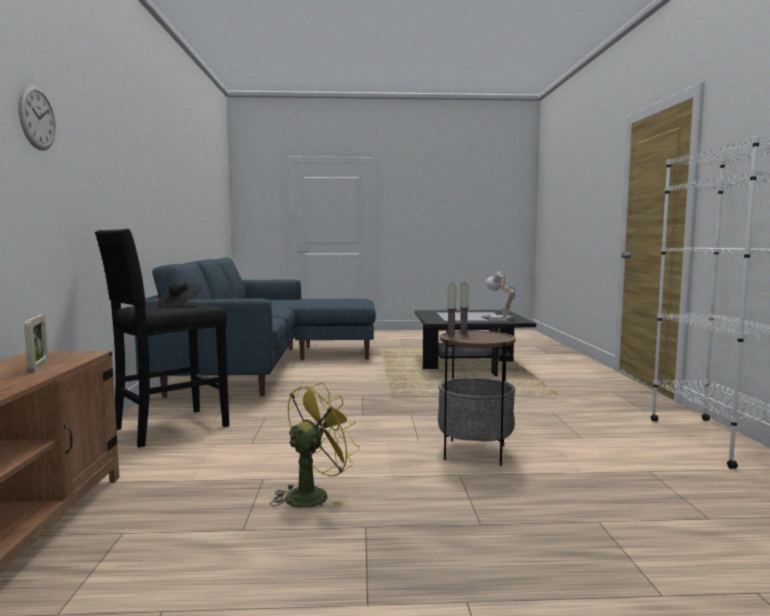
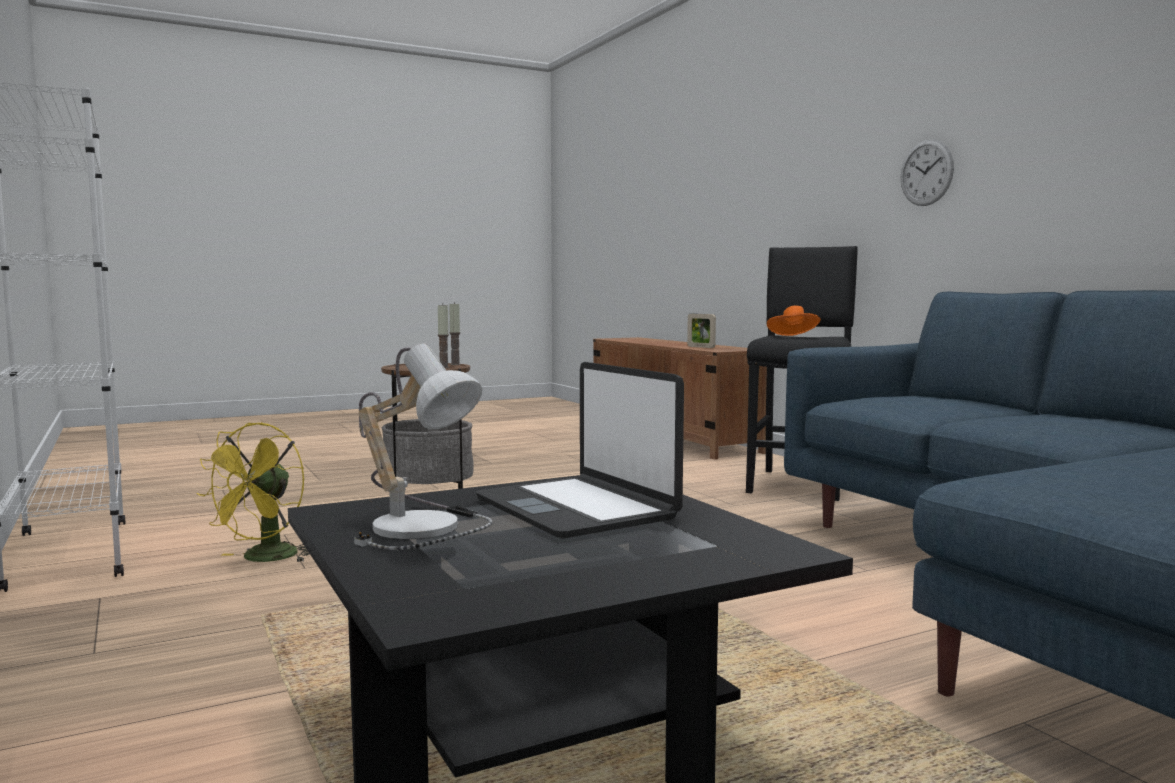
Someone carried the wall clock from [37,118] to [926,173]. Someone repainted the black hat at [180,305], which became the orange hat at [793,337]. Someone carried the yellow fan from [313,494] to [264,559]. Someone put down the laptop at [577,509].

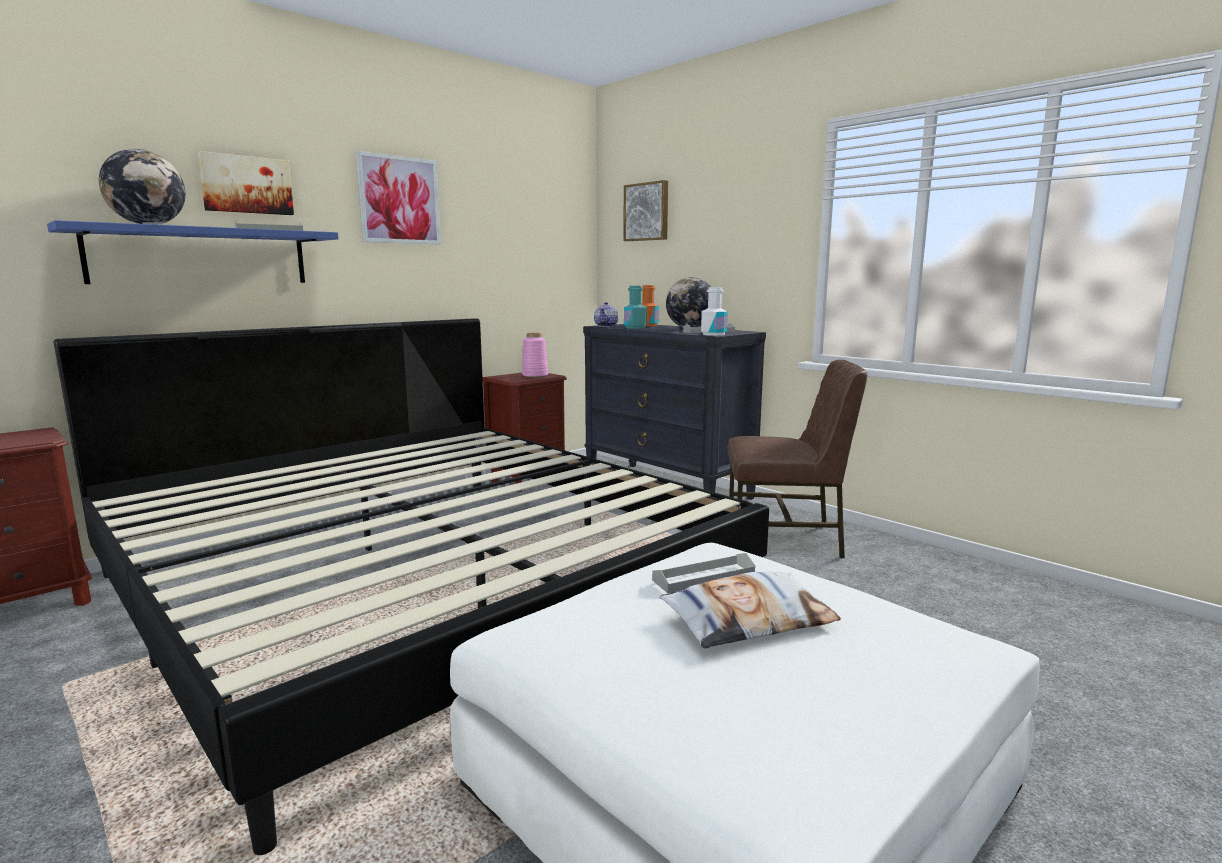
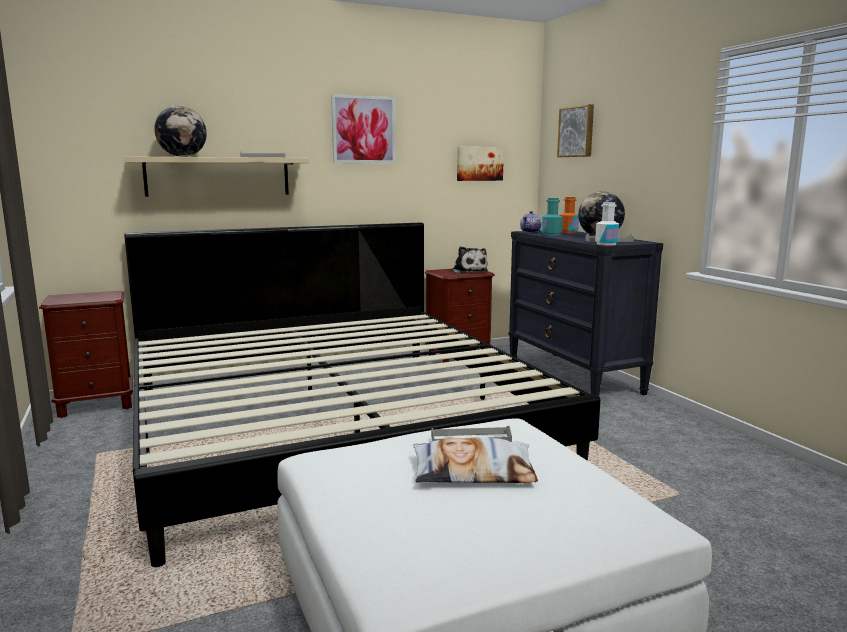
Someone carried the picture from [246,185] to [479,163]. Someone repainted the blue shelf at [201,256], which became the beige shelf at [218,176]. Someone swapped the pink vase at [535,375] for the plush toy at [468,271]. Someone took away the brown chair at [785,539].

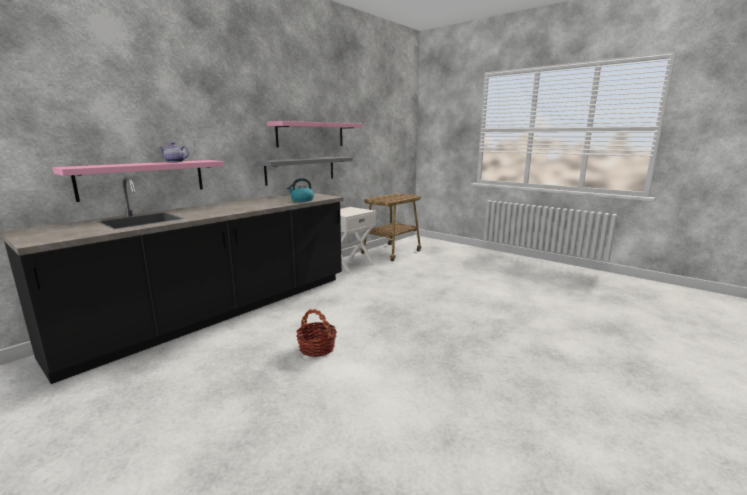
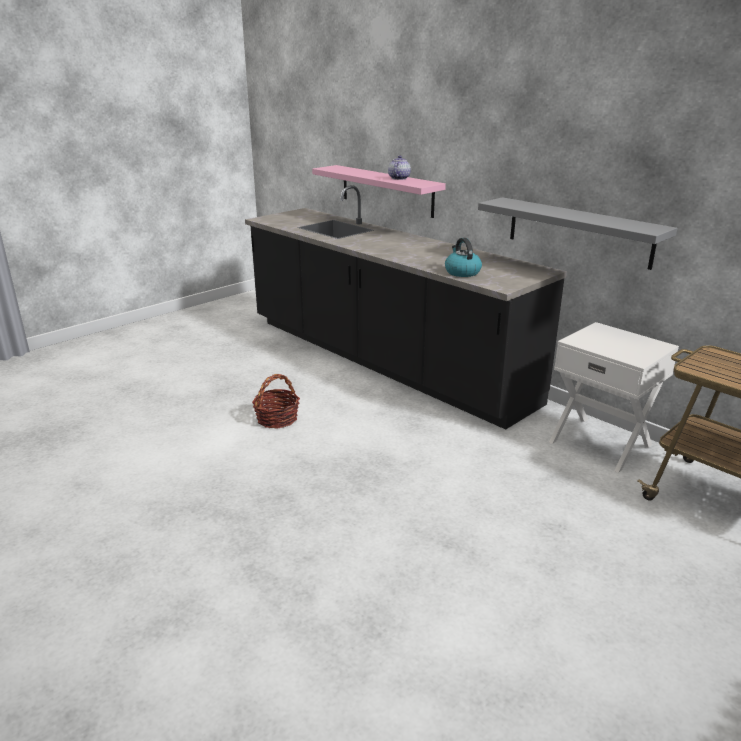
Someone took away the pink shelf at [311,134].

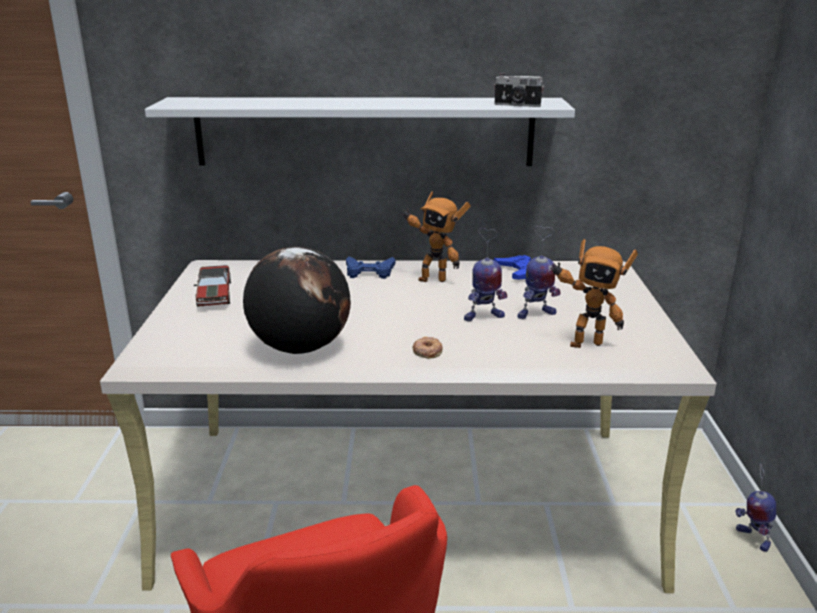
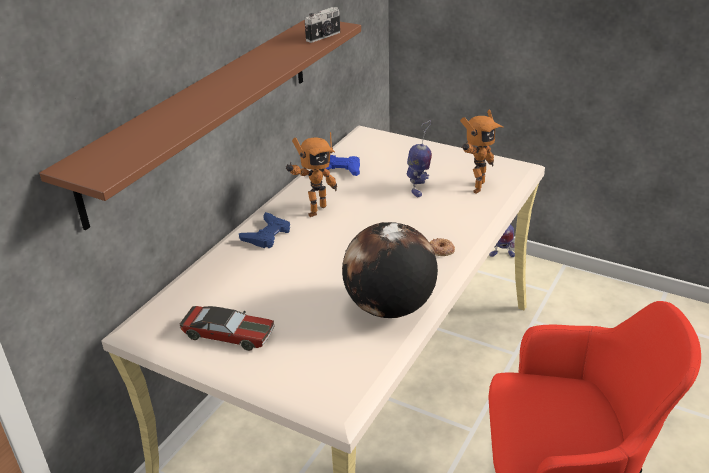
Someone repainted the white shelf at [364,132], which became the brown shelf at [204,112]. Someone took away the toy robot at [483,317].

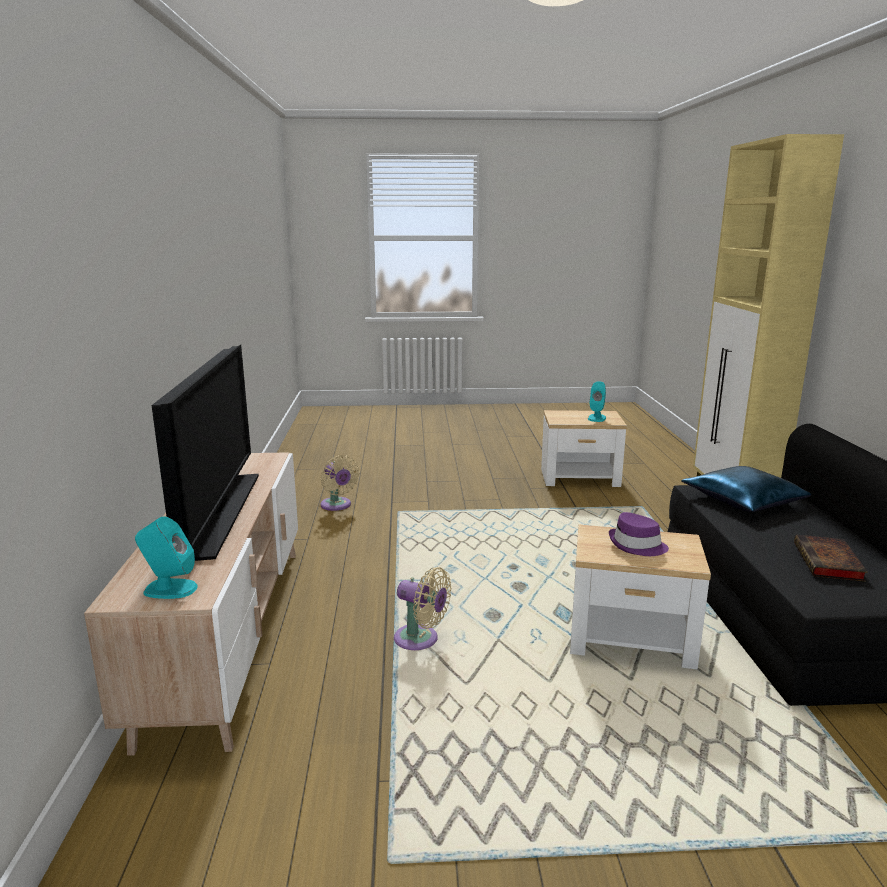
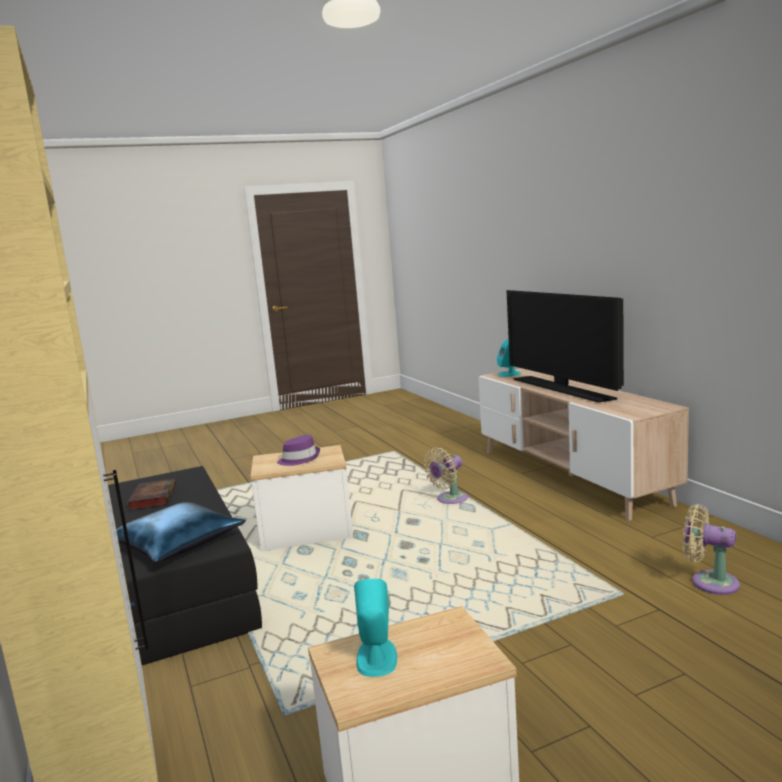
Someone rotated the beige fan at [420,640] by 45 degrees counterclockwise.

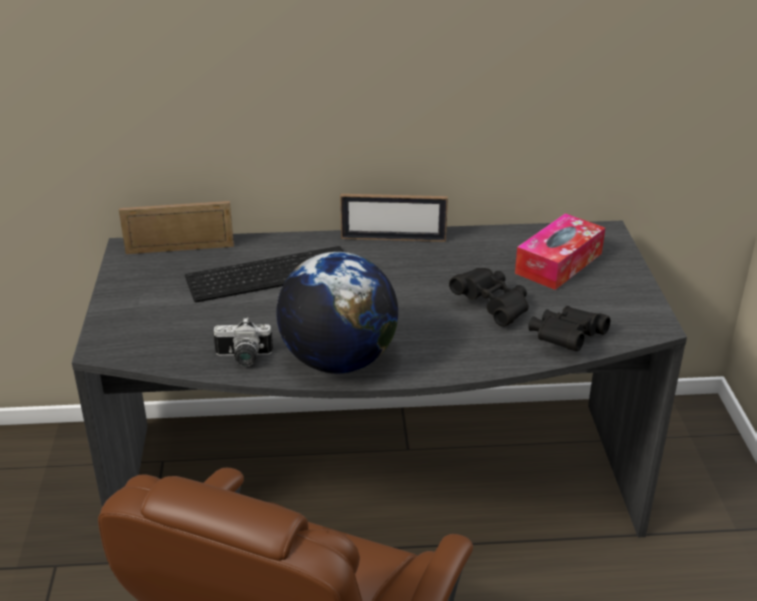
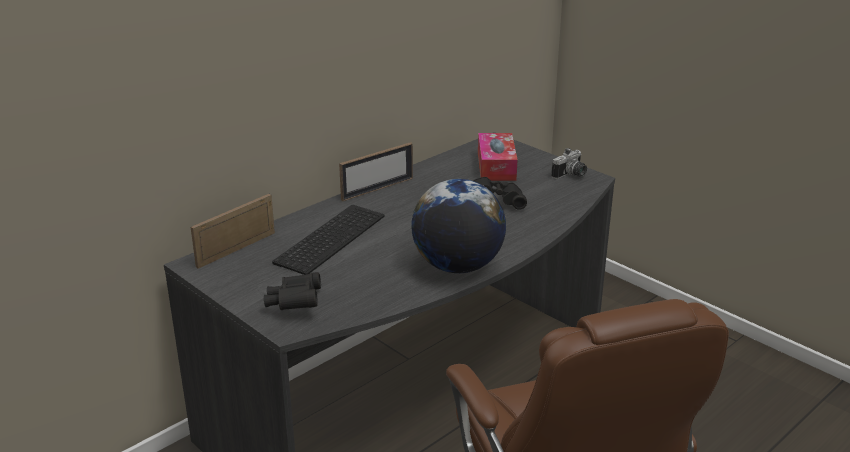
Someone carried the black binoculars from [566,340] to [295,304]. Someone carried the photo camera from [243,358] to [571,175].

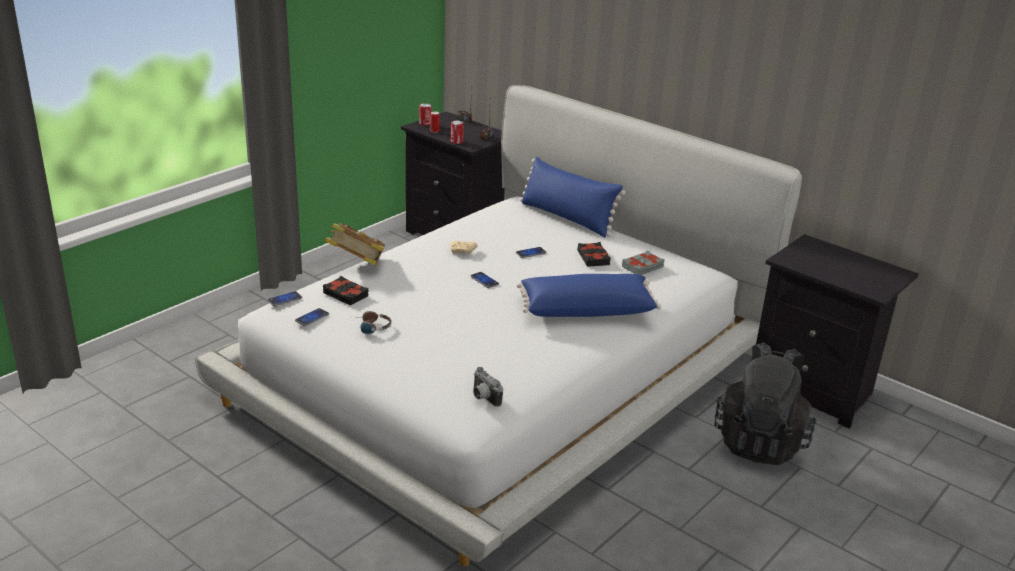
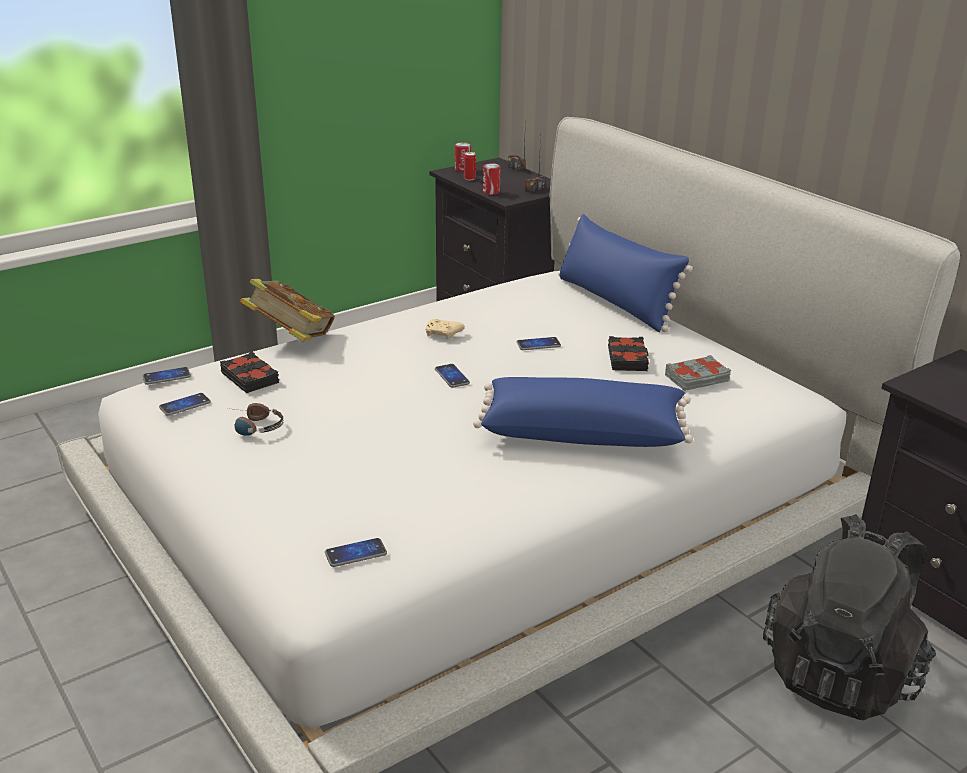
Someone swapped the photo camera at [483,398] for the phone at [356,553].

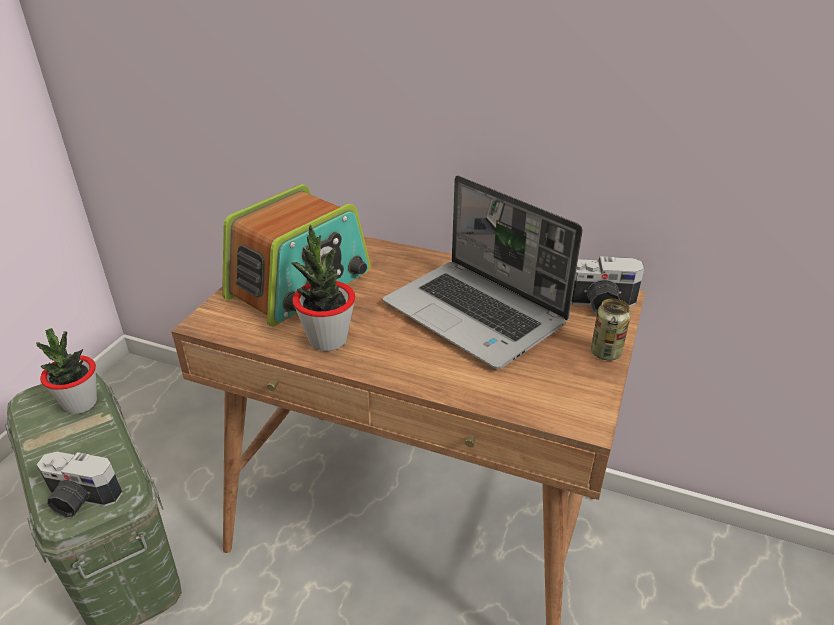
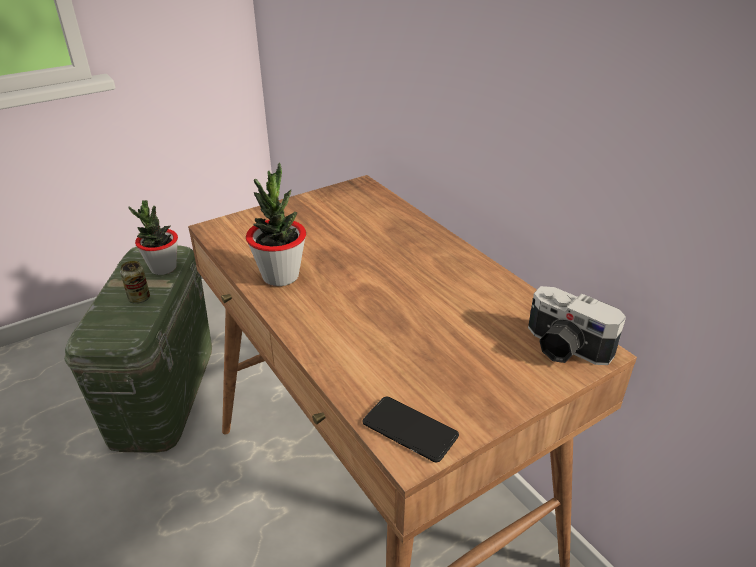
Someone took away the laptop at [476,314]. Someone took away the radio at [300,285]. Someone carried the can from [605,353] to [139,298]. Someone took away the photo camera at [79,500]. Someone put down the phone at [410,429].

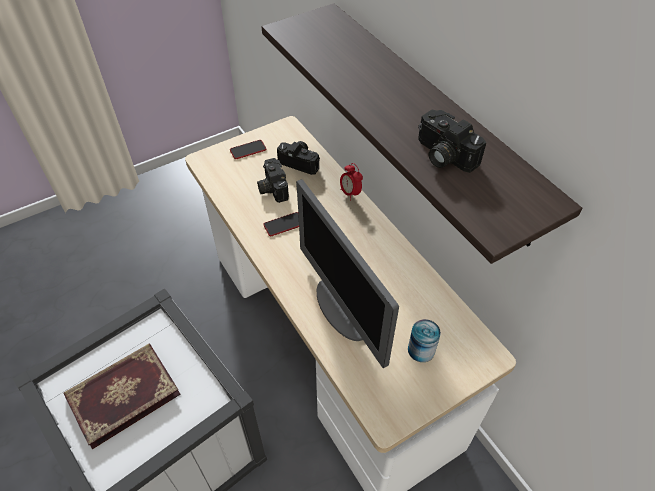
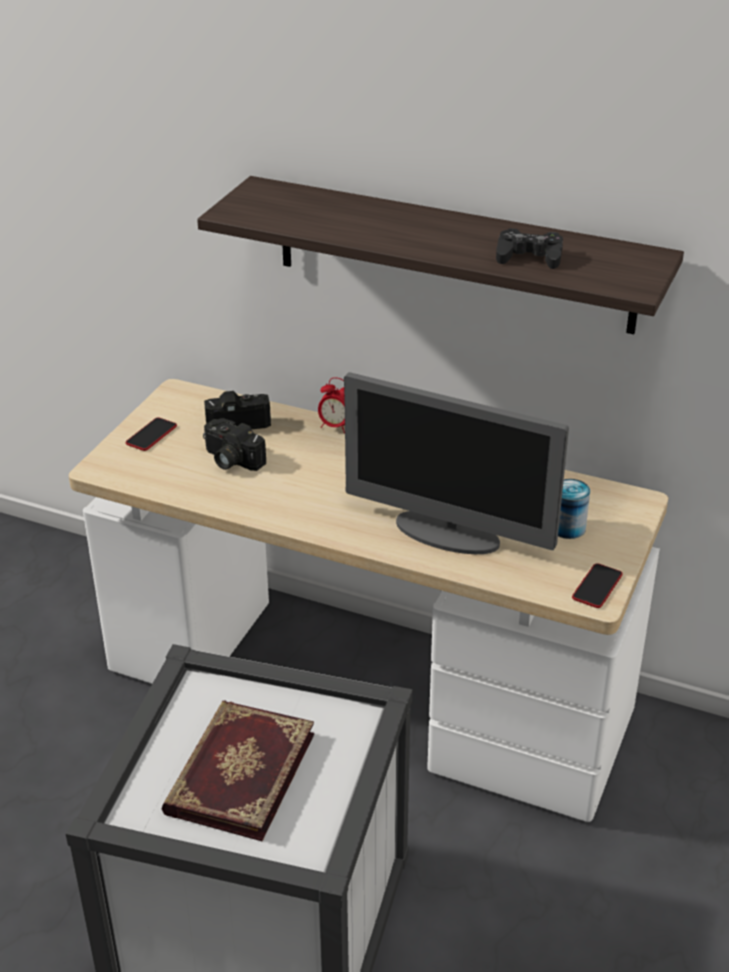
Someone swapped the photo camera at [442,155] for the black game controller at [529,256]. Someone carried the phone from [284,224] to [597,587].

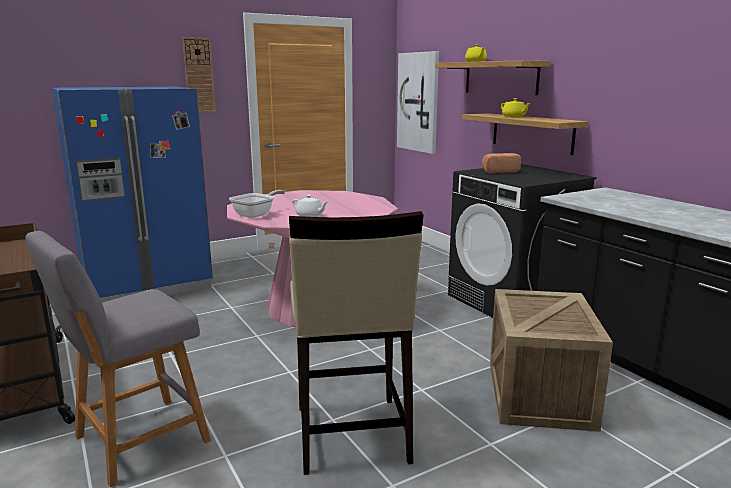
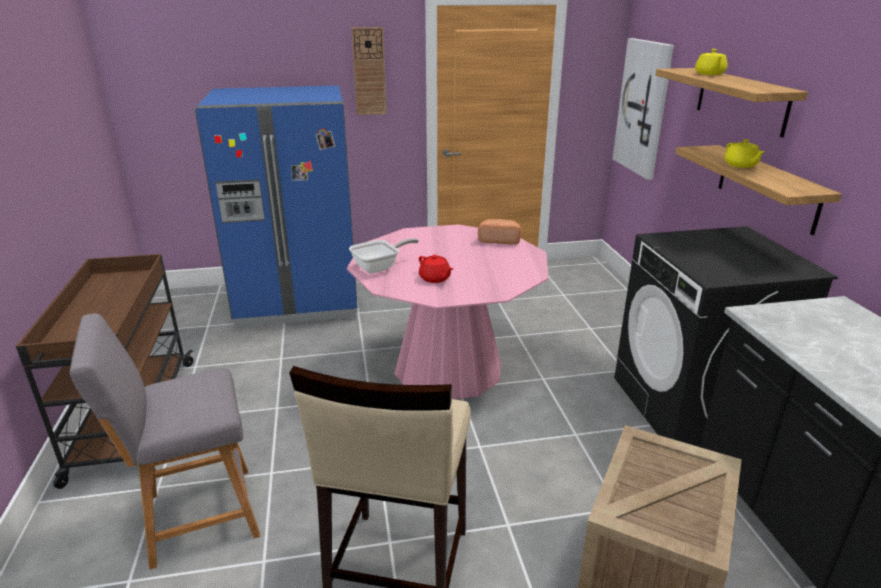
Someone carried the bread from [499,171] to [499,240]. Someone repainted the white teapot at [309,216], which became the red teapot at [435,278].

